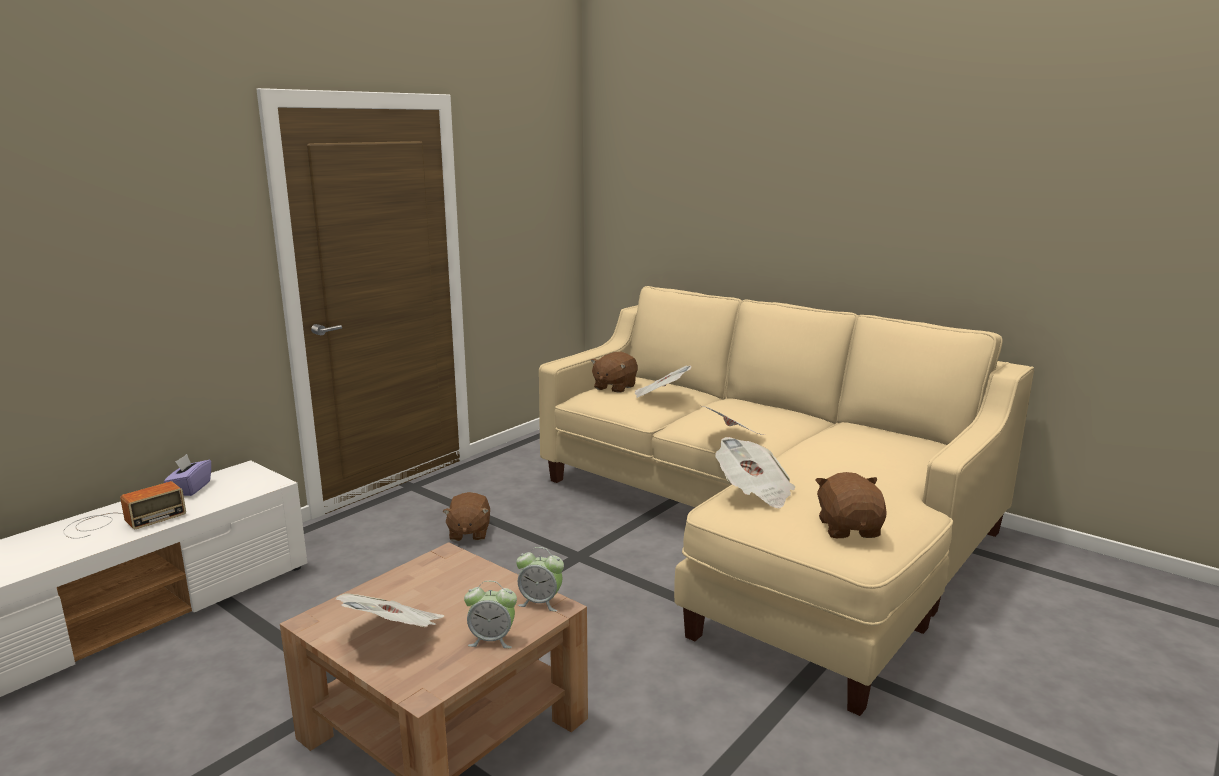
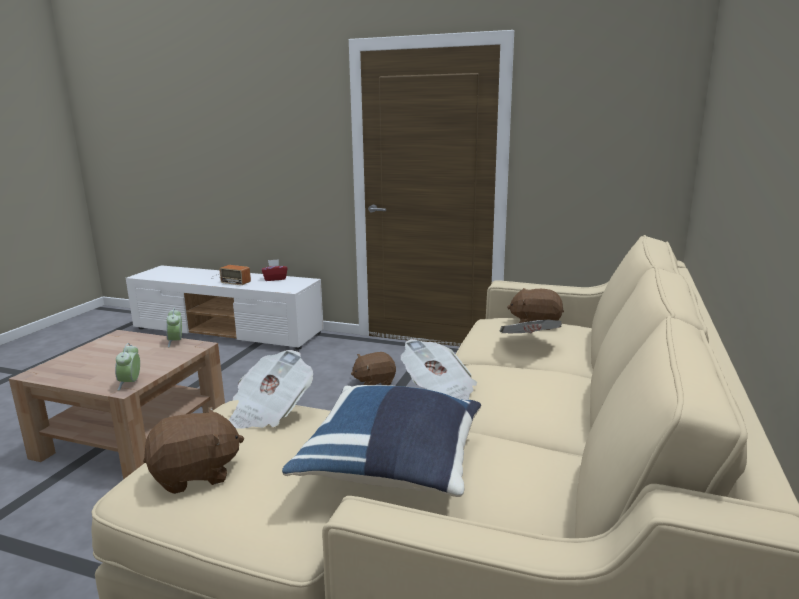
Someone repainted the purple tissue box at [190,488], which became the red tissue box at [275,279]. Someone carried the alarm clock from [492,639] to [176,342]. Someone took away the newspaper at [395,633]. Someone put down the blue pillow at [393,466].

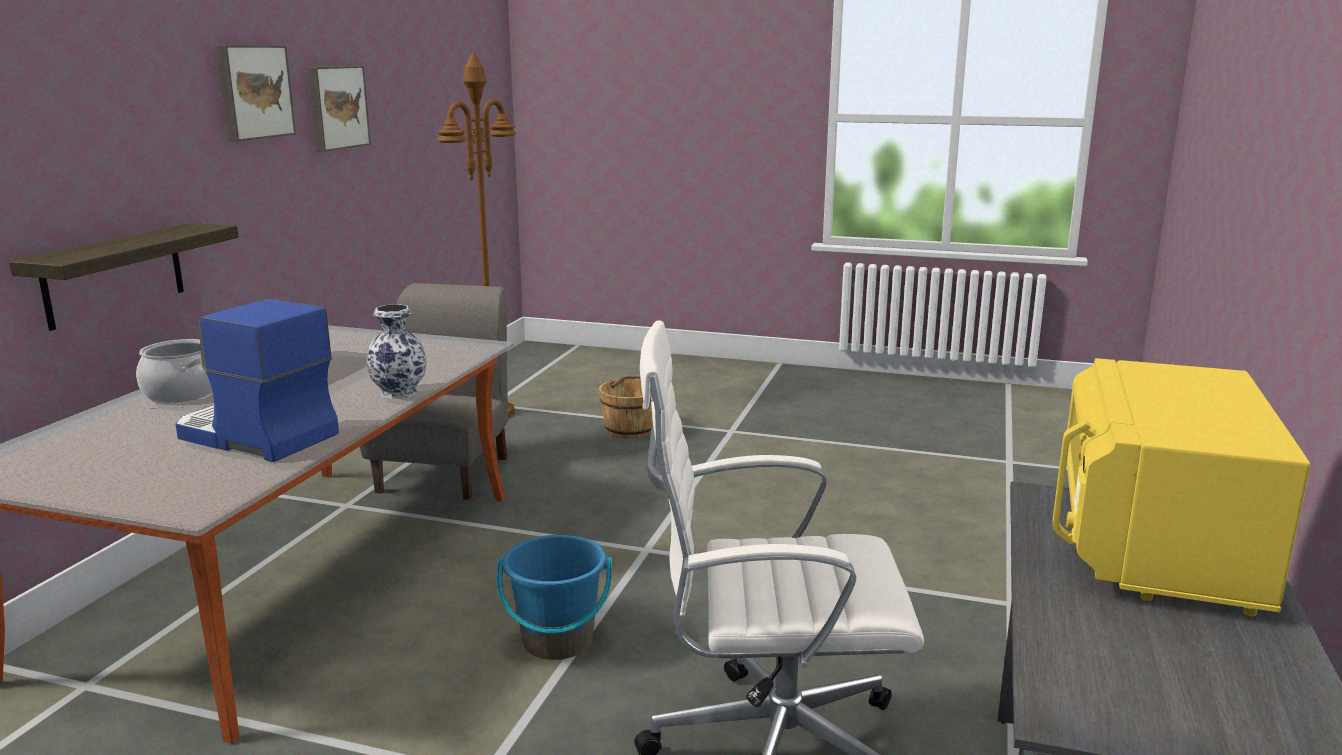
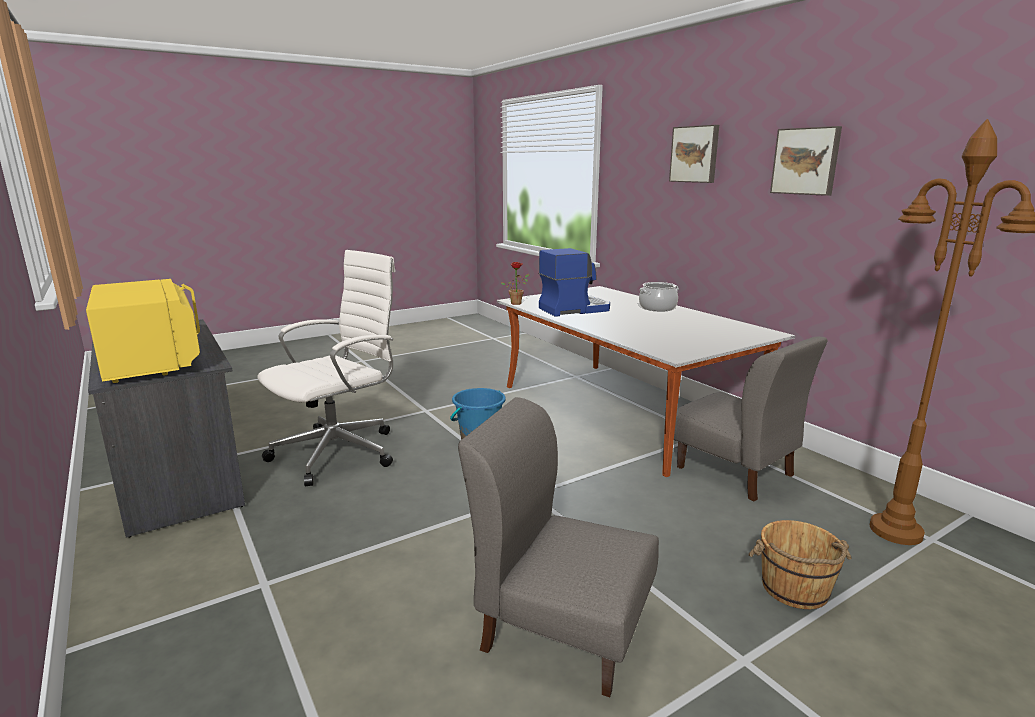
Someone carried the picture from [336,107] to [695,154]. Someone took away the shelf at [114,275]. Someone took away the vase at [400,392]. Someone put down the potted plant at [517,303]. Someone put down the grey chair at [561,629].

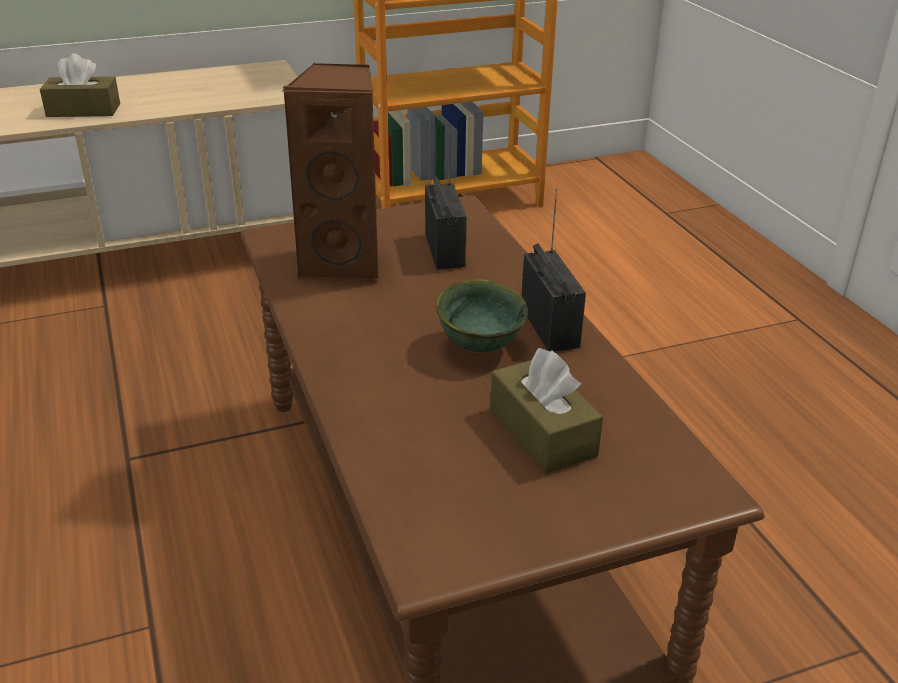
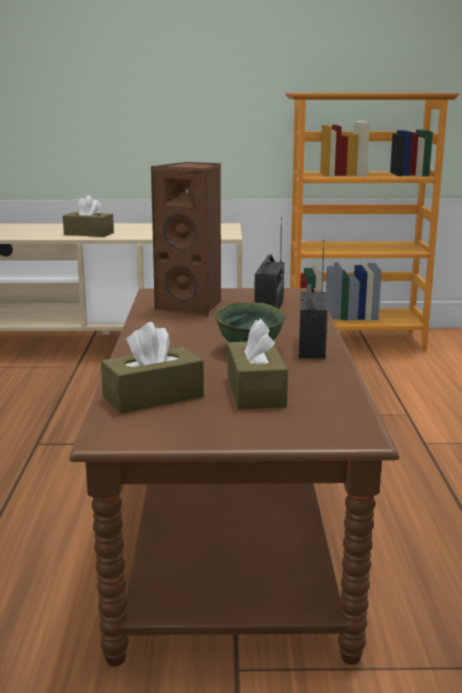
Someone put down the brown tissue box at [153,397].

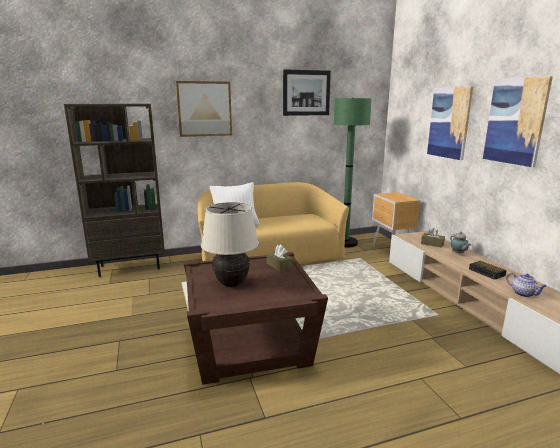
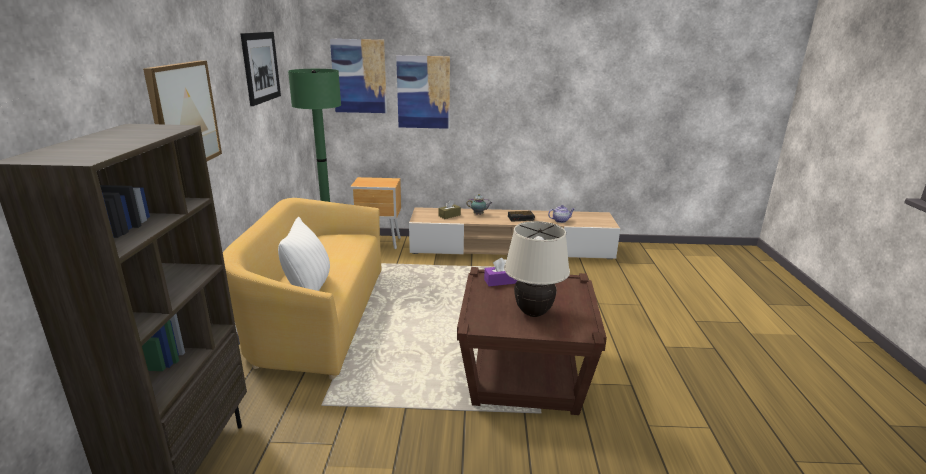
Someone carried the picture from [515,121] to [359,76]. Someone repainted the brown tissue box at [279,266], which became the purple tissue box at [500,281].

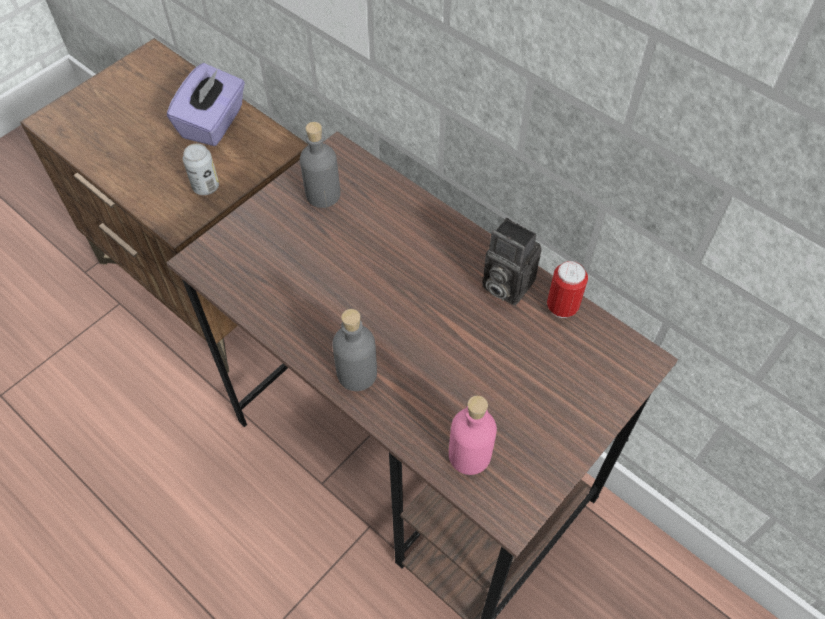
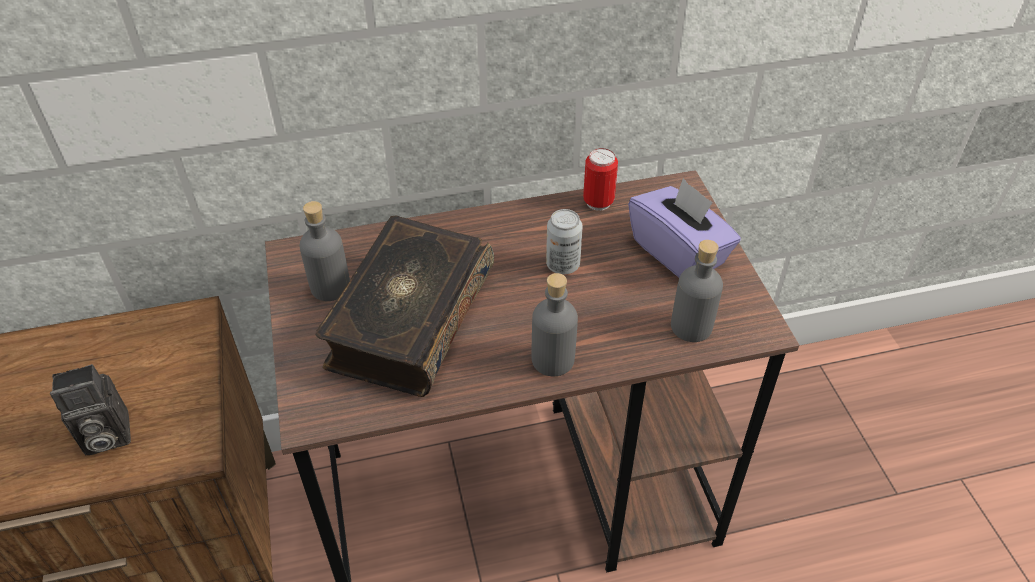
Someone carried the purple tissue box from [213,123] to [679,252]. Someone carried the can from [206,187] to [563,265]. Someone carried the photo camera from [504,284] to [104,437]. Someone repainted the pink bottle at [469,455], which became the grey bottle at [691,326]. Someone put down the book at [408,319].

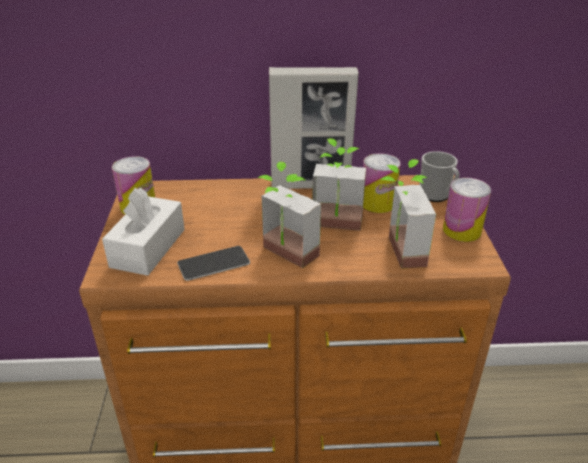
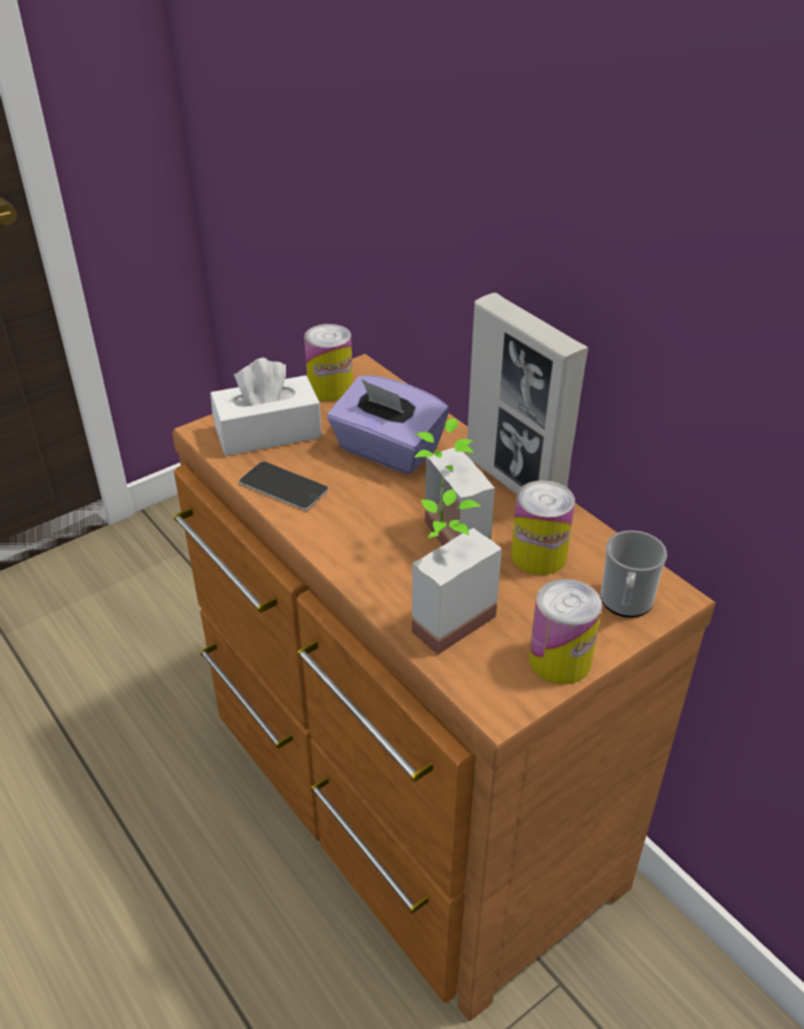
Someone took away the potted plant at [283,256]. Someone put down the purple tissue box at [387,451].

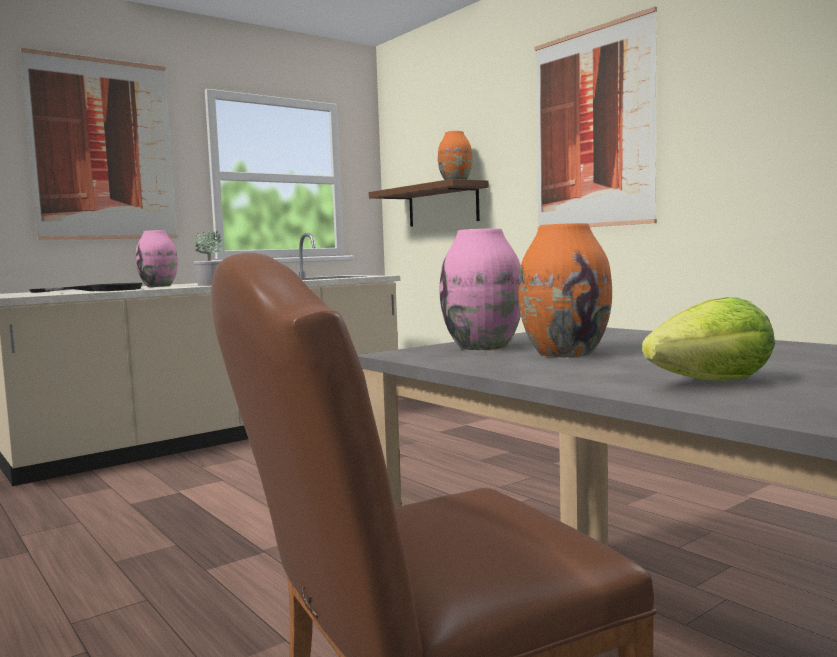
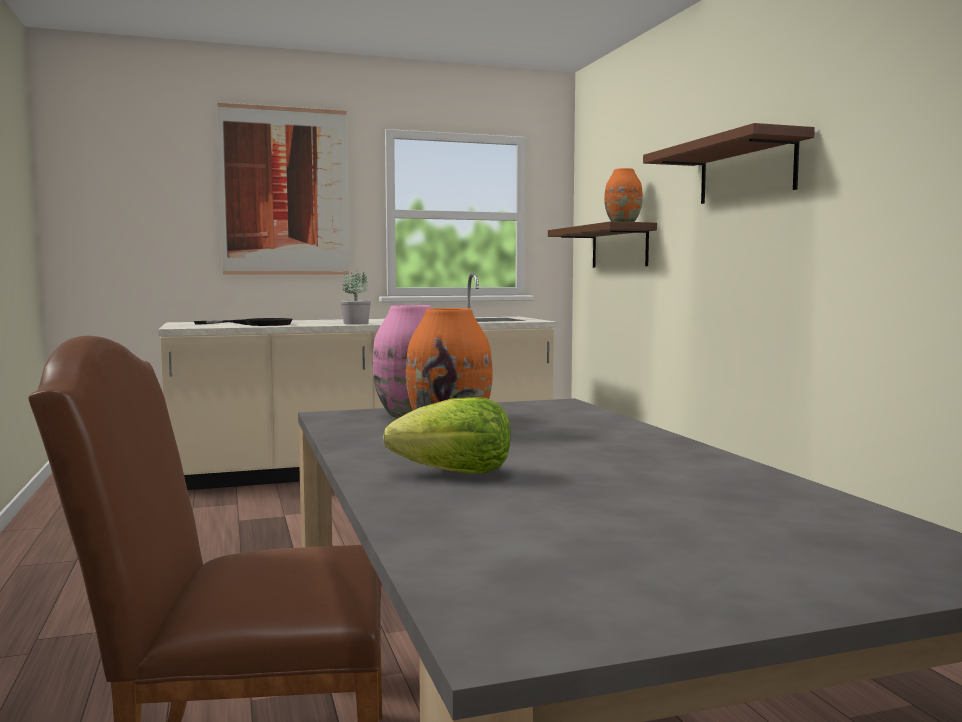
Someone swapped the picture at [592,128] for the brown shelf at [746,170]. Someone took away the pink vase at [159,286].

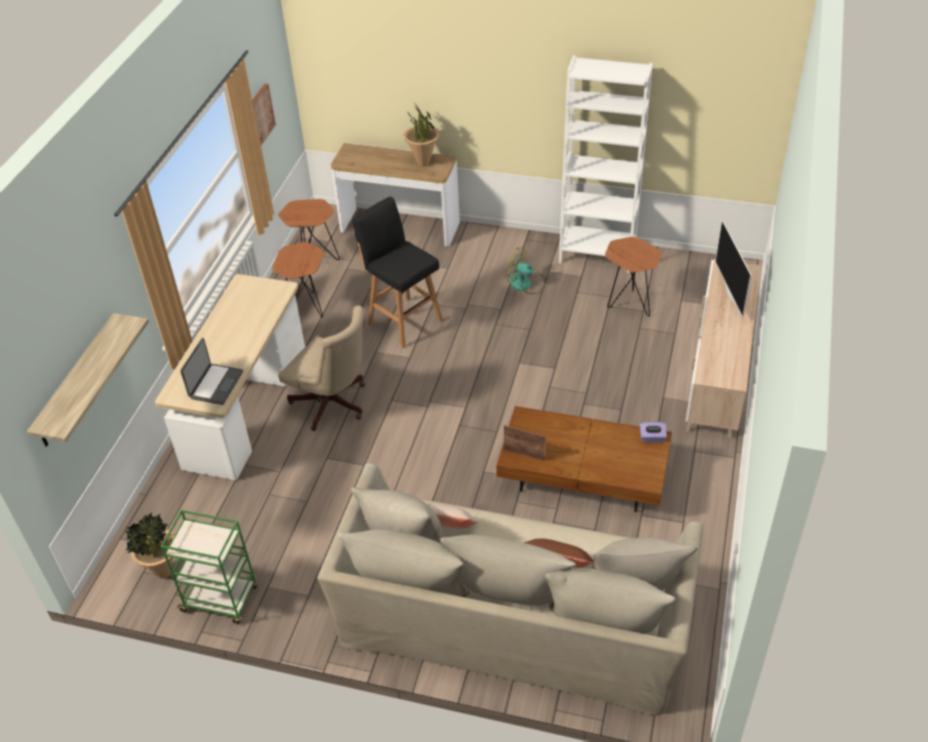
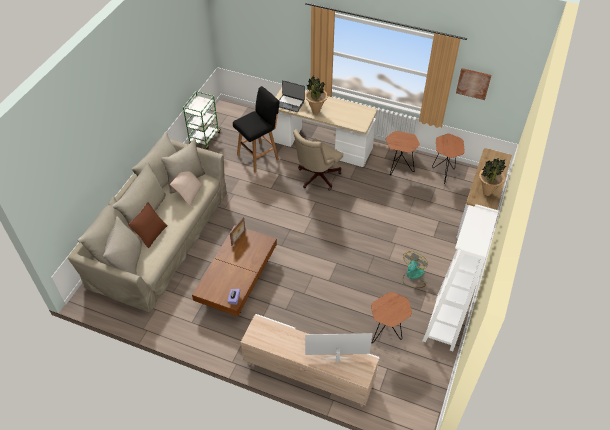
Someone carried the black stool from [403,321] to [259,156]. Someone took away the shelf at [77,381]. Someone carried the potted plant from [163,572] to [315,111].

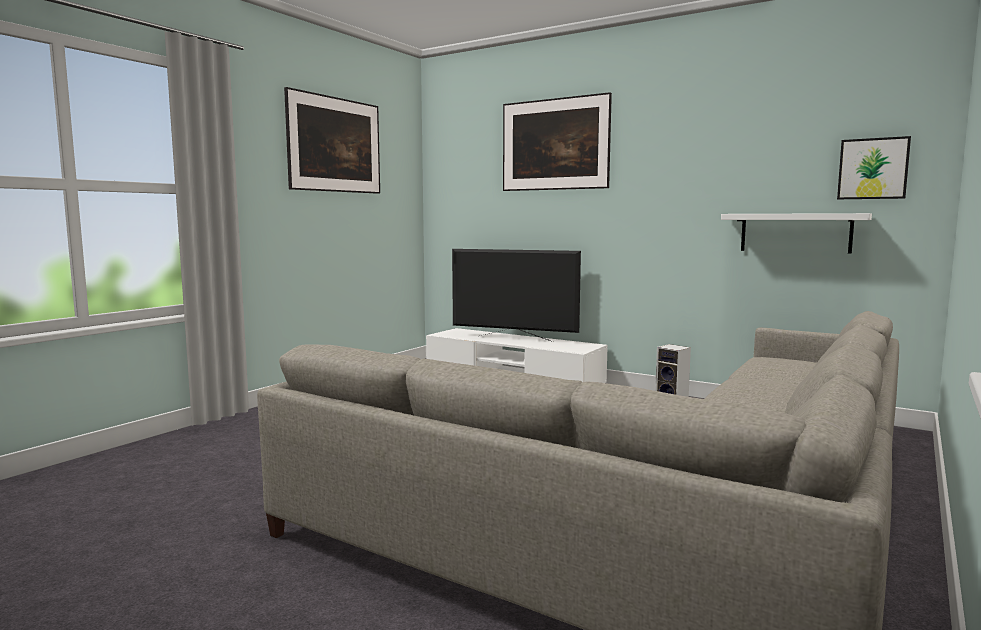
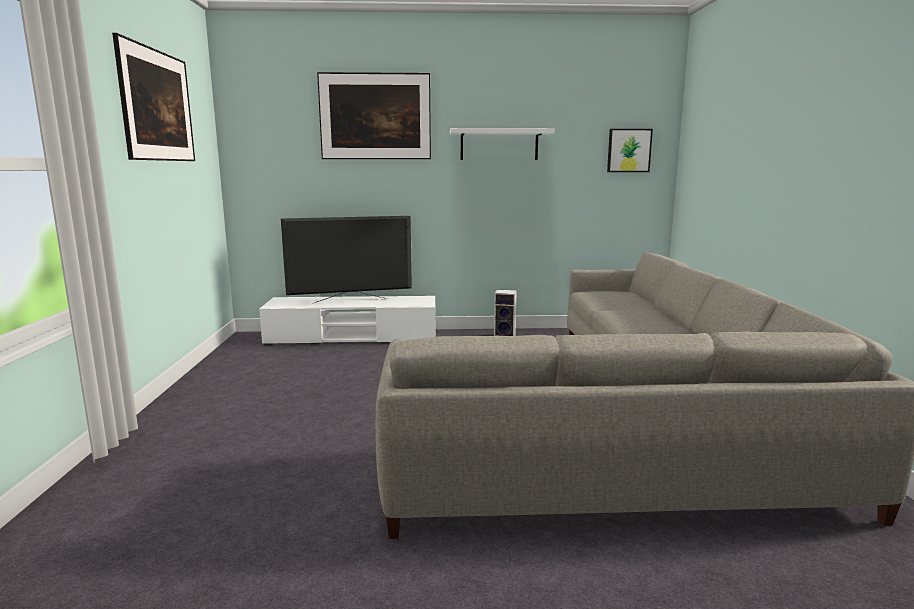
Someone carried the white shelf from [795,233] to [499,145].

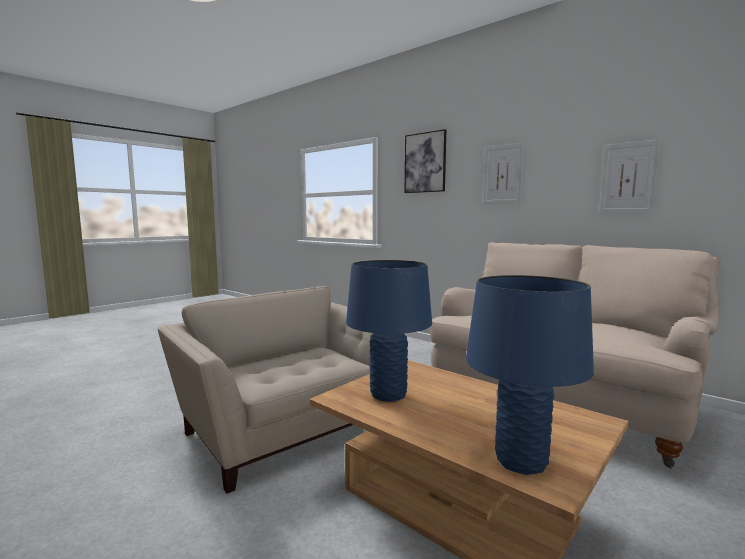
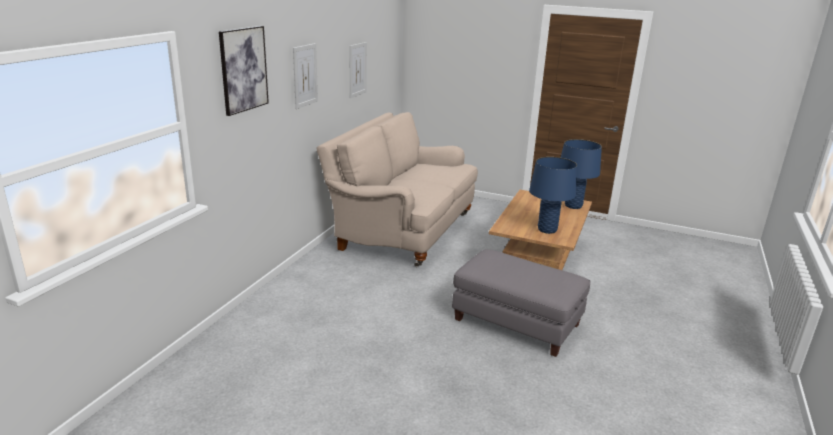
Someone swapped the beige armchair at [286,427] for the grey ottoman at [516,322].

